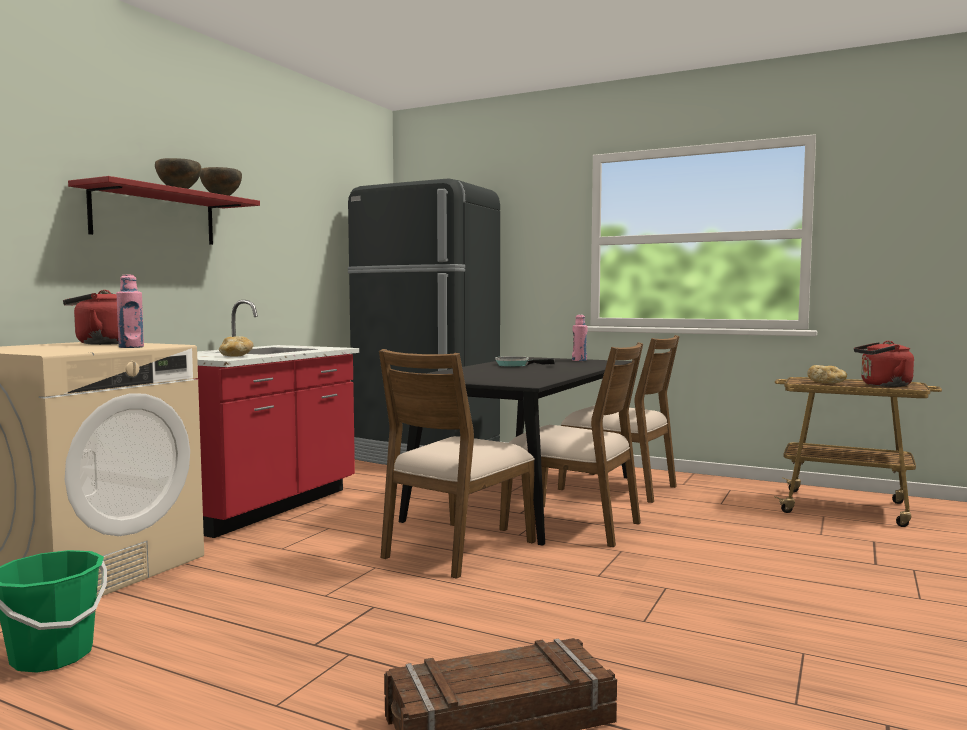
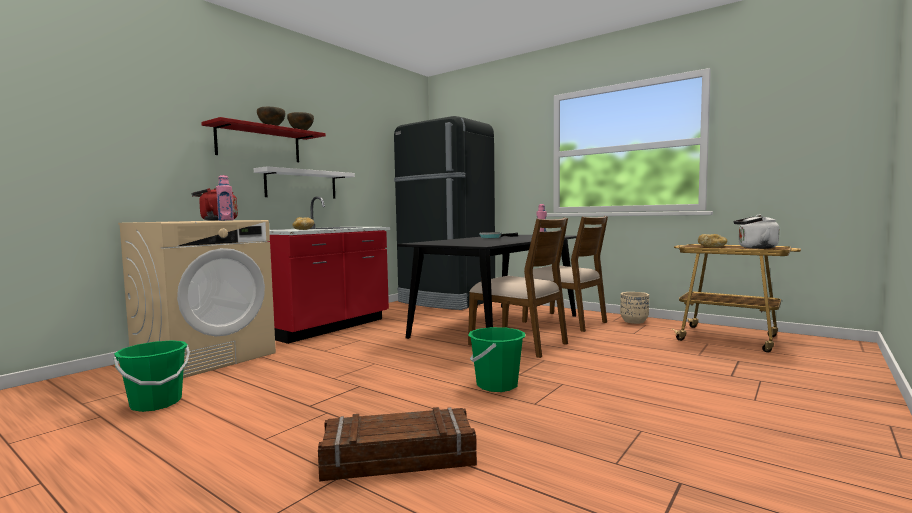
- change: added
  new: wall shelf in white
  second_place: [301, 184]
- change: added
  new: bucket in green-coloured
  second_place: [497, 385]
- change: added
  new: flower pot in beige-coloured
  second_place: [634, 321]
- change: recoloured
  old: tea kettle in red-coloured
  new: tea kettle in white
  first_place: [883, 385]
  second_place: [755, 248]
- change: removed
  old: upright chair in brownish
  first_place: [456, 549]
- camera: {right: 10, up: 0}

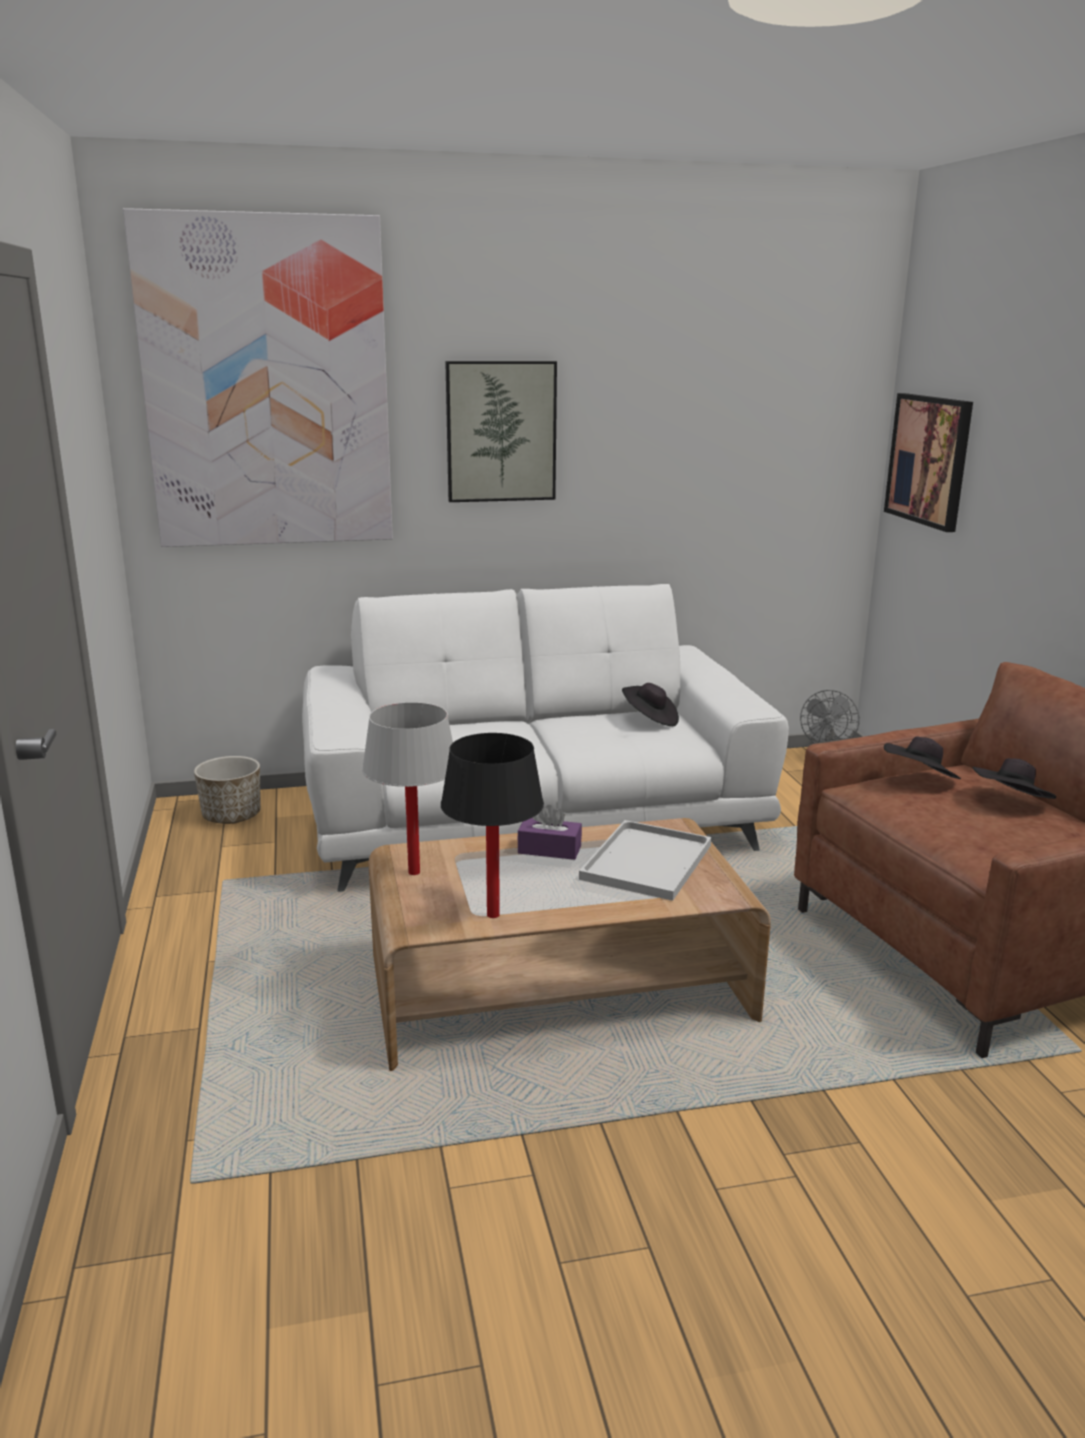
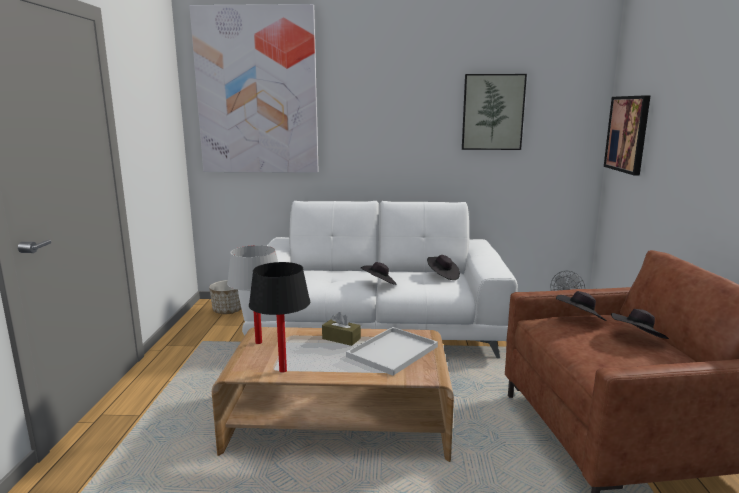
- change: recoloured
  old: tissue holder in purple
  new: tissue holder in brownish
  first_place: [549, 849]
  second_place: [341, 338]
- change: added
  new: hat in blackish
  second_place: [379, 284]
- change: moved
  old: wall picture
  first_place: [501, 431]
  second_place: [492, 112]
- camera: {right: 15, up: -5}

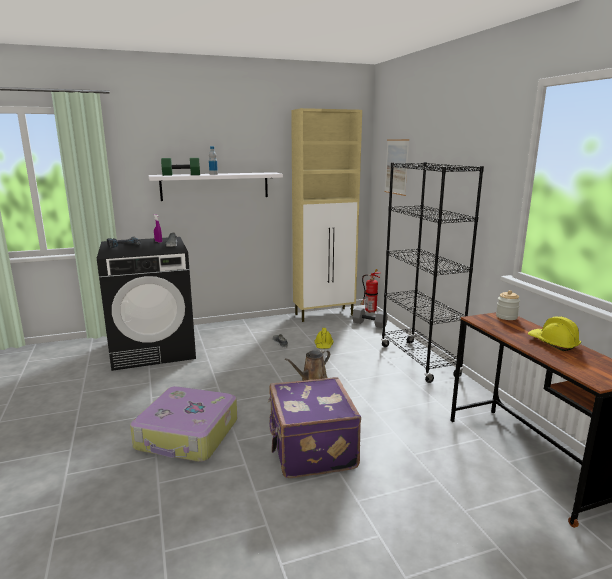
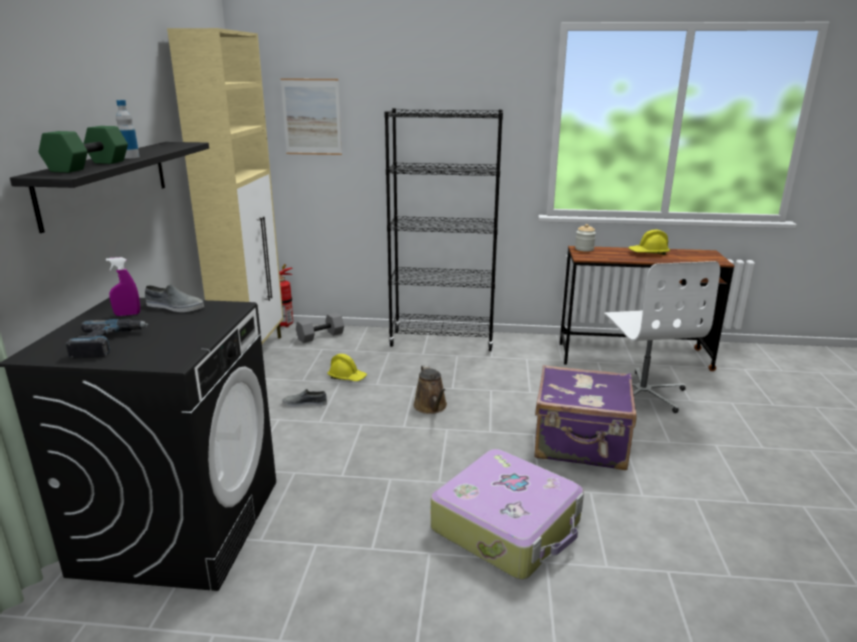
- change: recoloured
  old: wall shelf in white
  new: wall shelf in blackish
  first_place: [215, 186]
  second_place: [106, 181]
- change: added
  new: computer chair in white
  second_place: [642, 392]
- camera: {right: -65, up: 5}

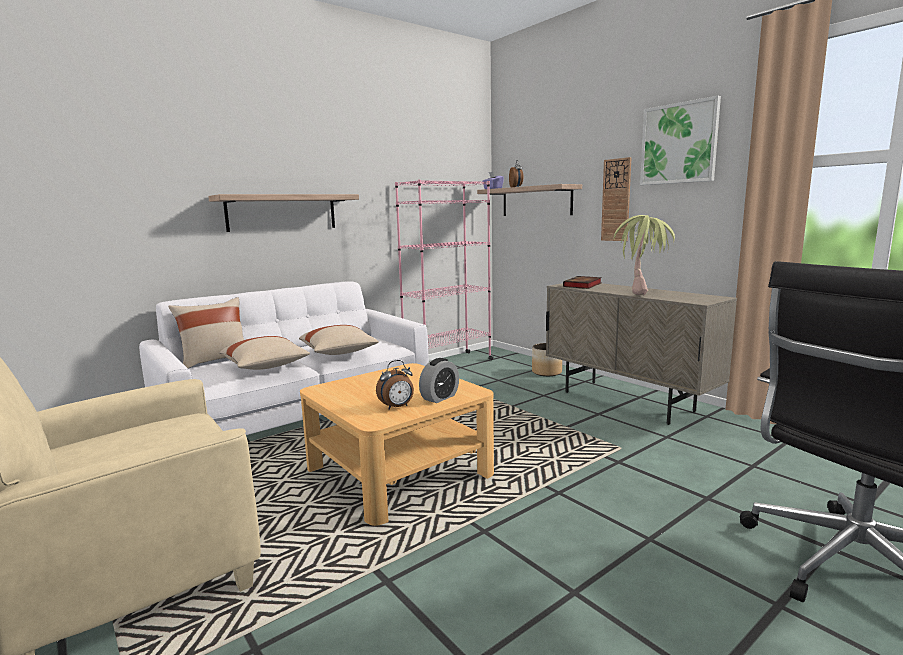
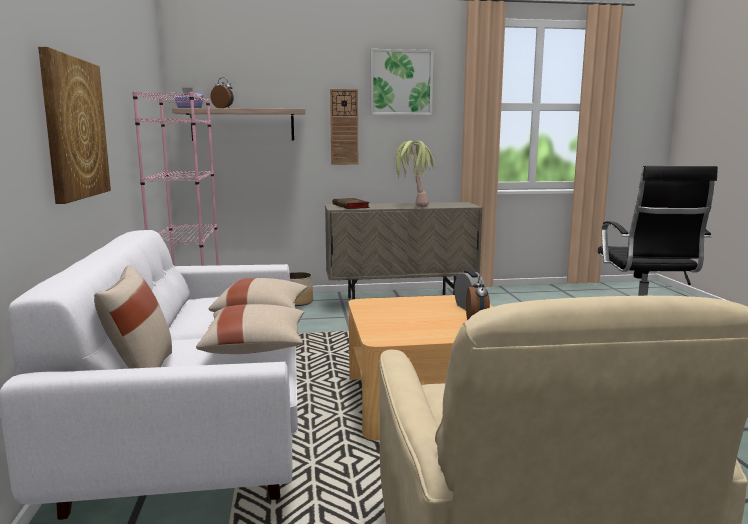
- change: replaced
  old: wall shelf
  new: wall picture
  first_place: [282, 212]
  second_place: [74, 128]
- camera: {right: -60, up: 0}

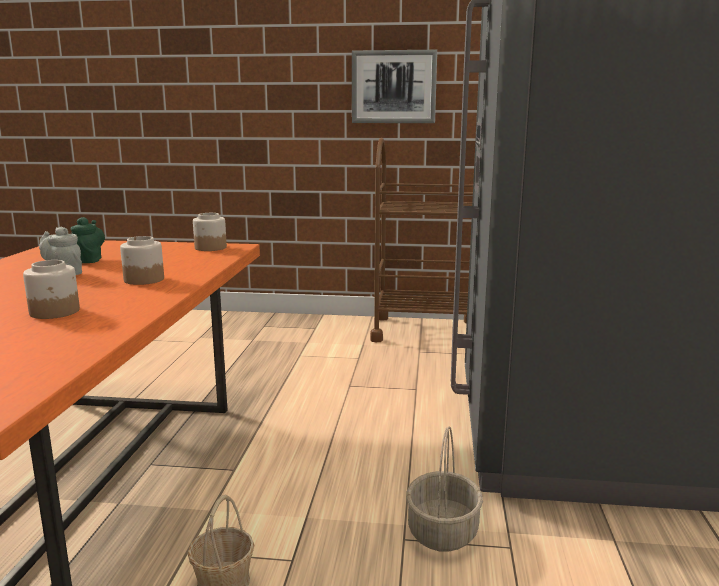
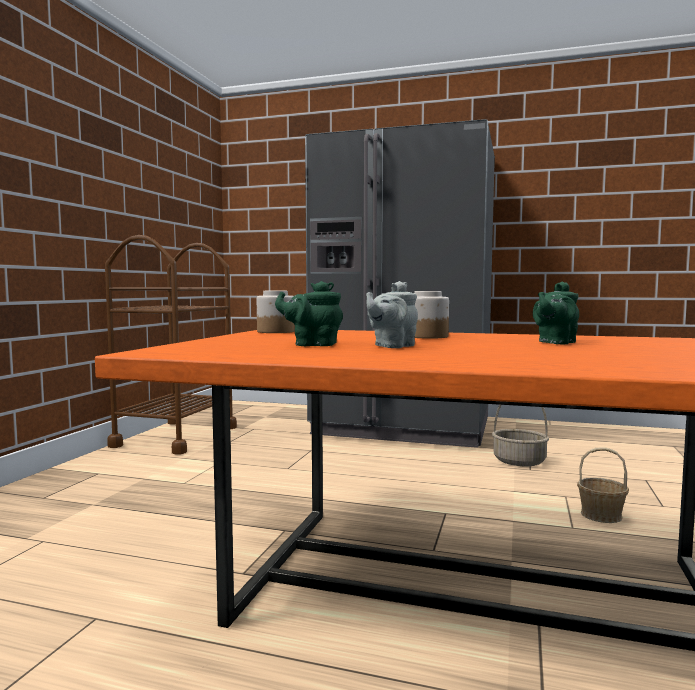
- change: replaced
  old: jar
  new: tea pot in green-coloured
  first_place: [55, 312]
  second_place: [555, 342]
- change: removed
  old: wall picture
  first_place: [393, 87]
- camera: {right: -80, up: -10}

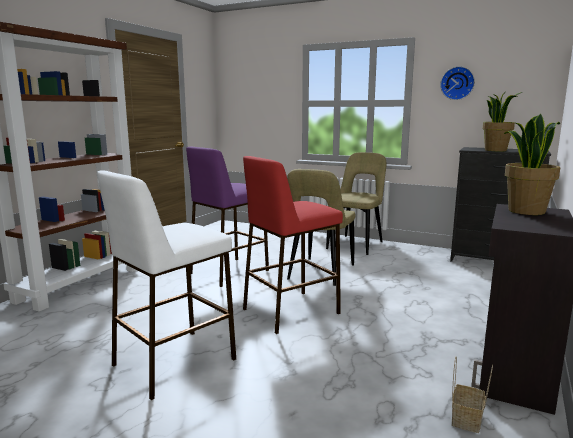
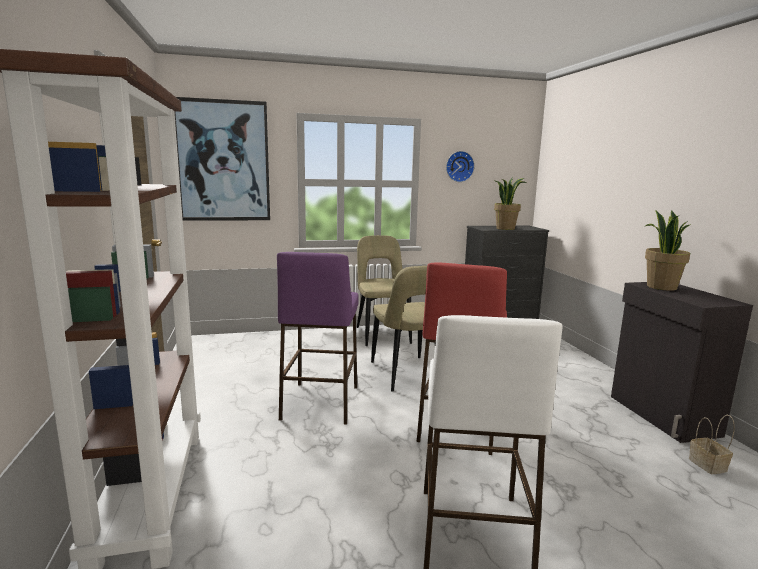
- change: added
  new: wall picture
  second_place: [223, 161]
- camera: {right: -40, up: 0}

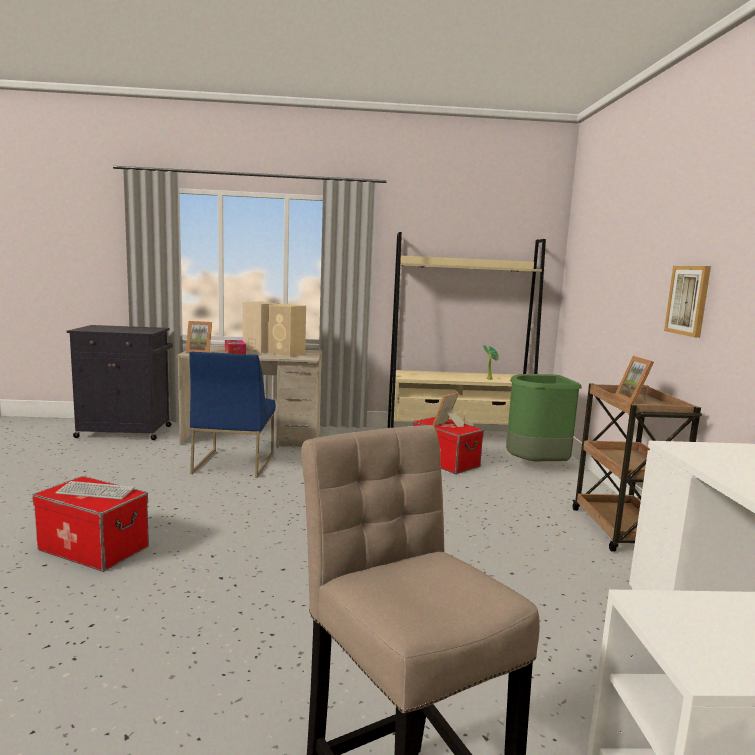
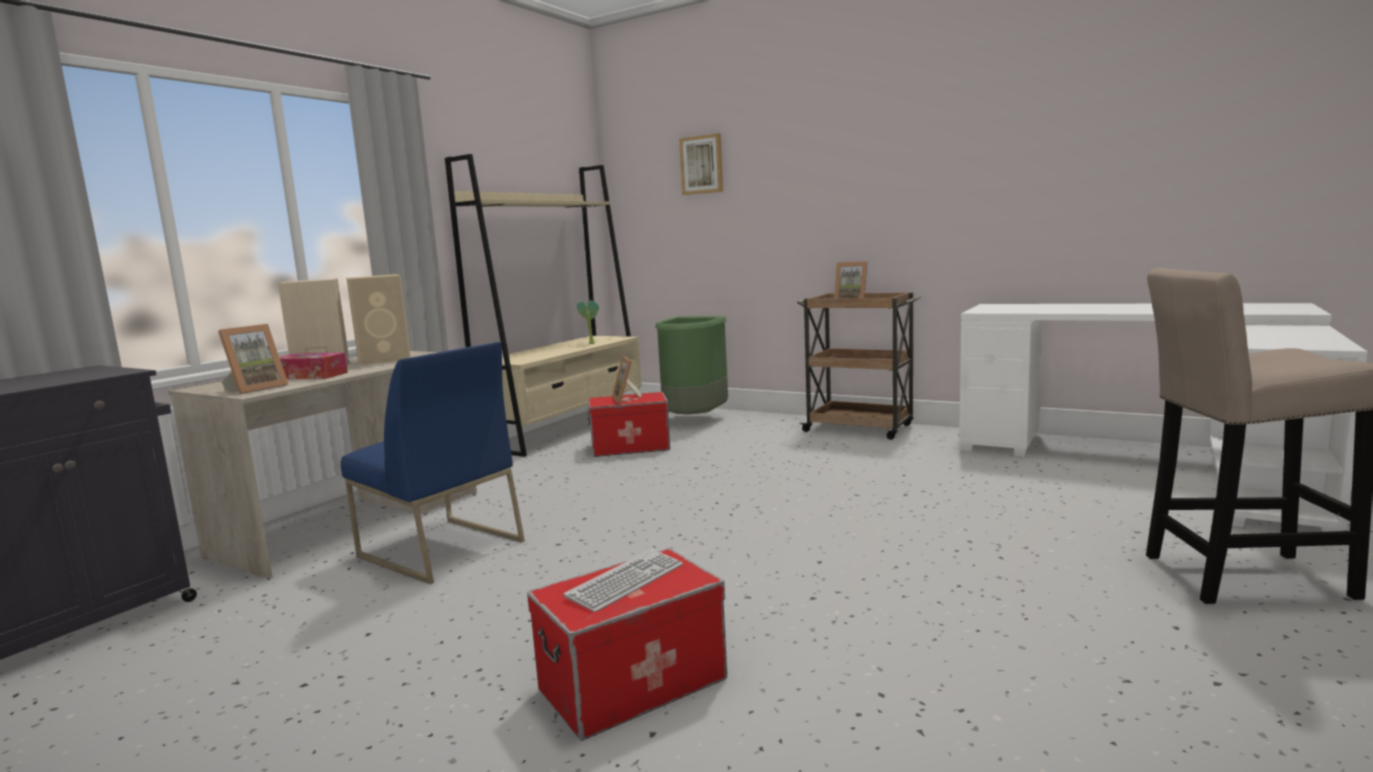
- change: moved
  old: wall picture
  first_place: [688, 300]
  second_place: [702, 165]
- camera: {right: -55, up: 0}

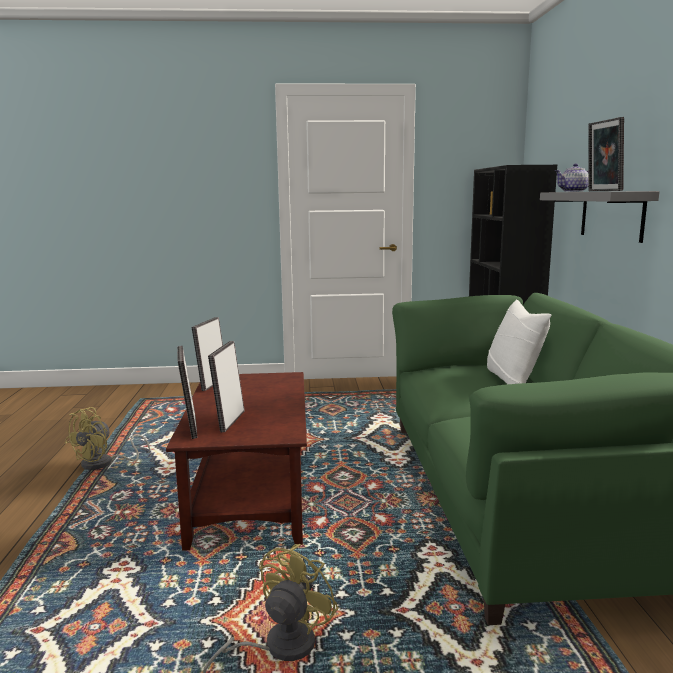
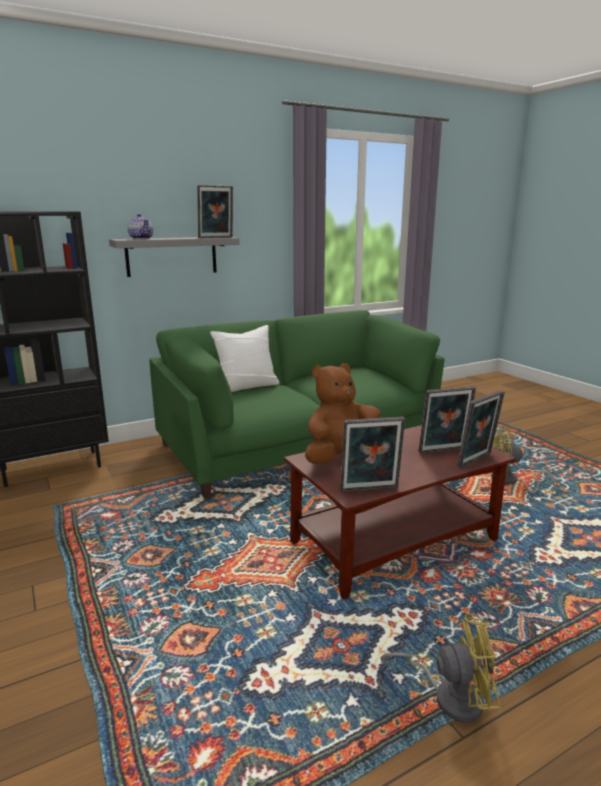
- change: added
  new: cuddly toy in brownish
  second_place: [341, 458]
- camera: {right: -115, up: 5}

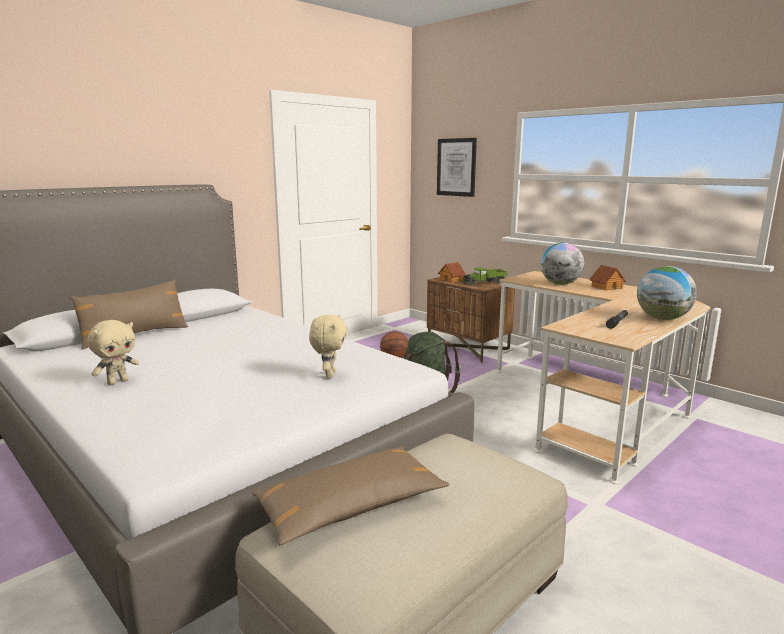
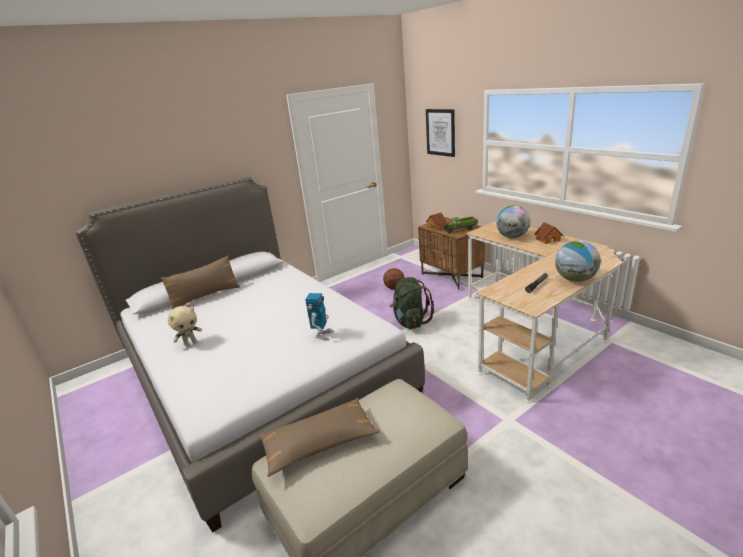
- change: replaced
  old: cuddly toy in beige-coloured
  new: toy robot
  first_place: [329, 375]
  second_place: [322, 335]
- camera: {right: 10, up: 10}

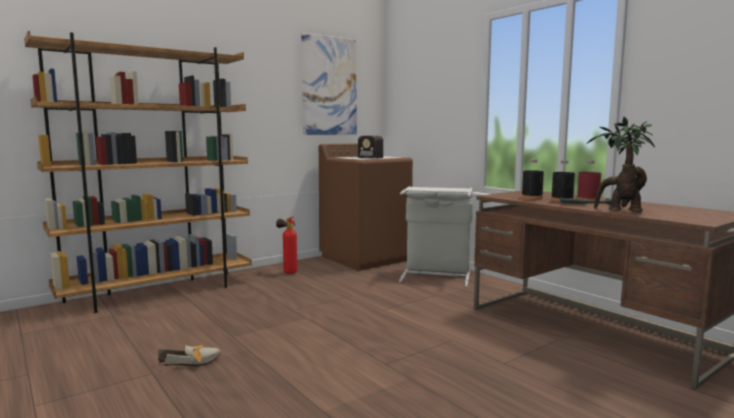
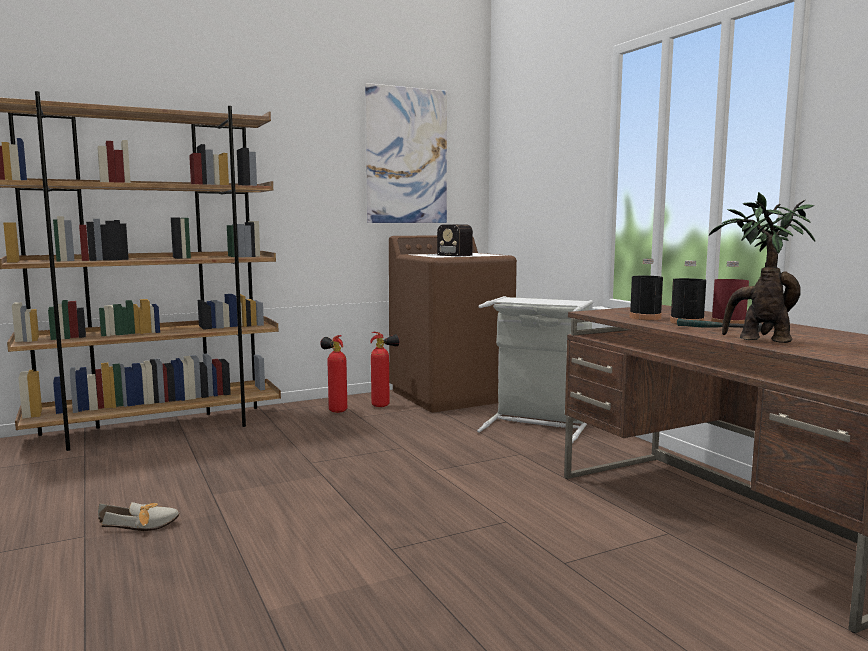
- change: added
  new: fire-fighting cylinder
  second_place: [384, 405]
- camera: {right: 10, up: 0}

